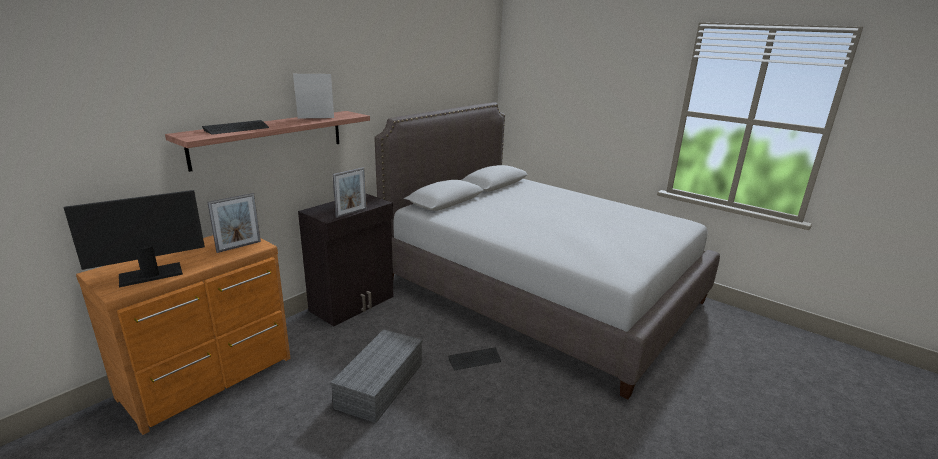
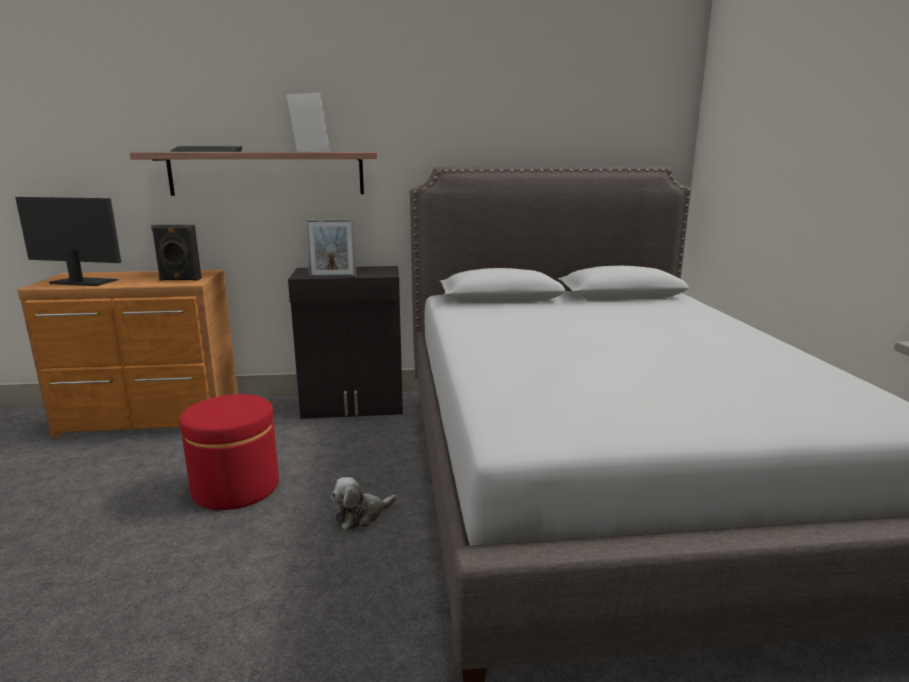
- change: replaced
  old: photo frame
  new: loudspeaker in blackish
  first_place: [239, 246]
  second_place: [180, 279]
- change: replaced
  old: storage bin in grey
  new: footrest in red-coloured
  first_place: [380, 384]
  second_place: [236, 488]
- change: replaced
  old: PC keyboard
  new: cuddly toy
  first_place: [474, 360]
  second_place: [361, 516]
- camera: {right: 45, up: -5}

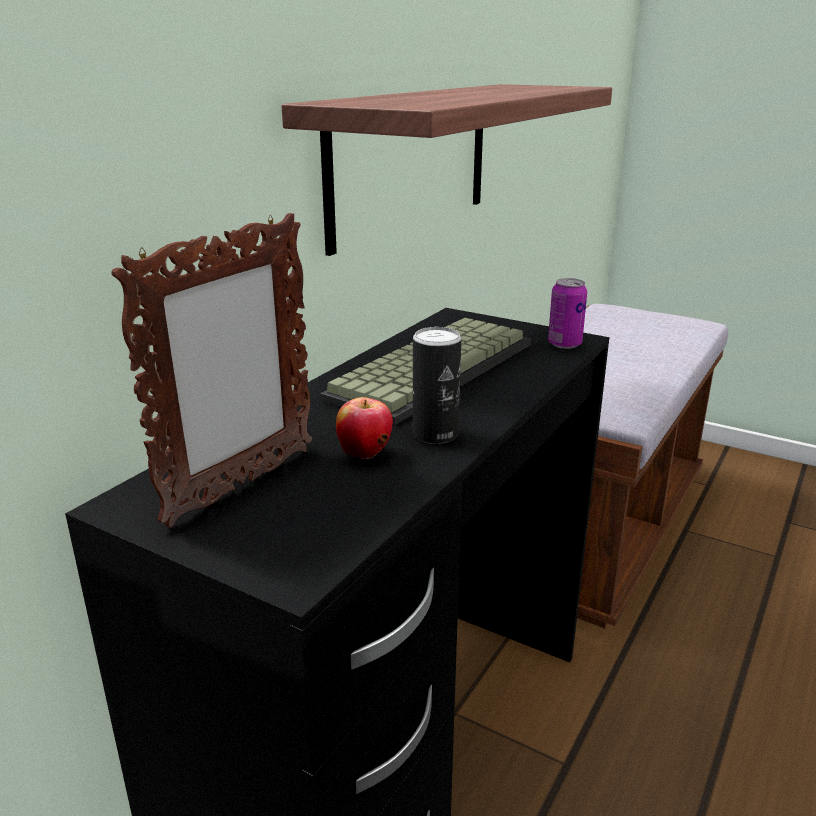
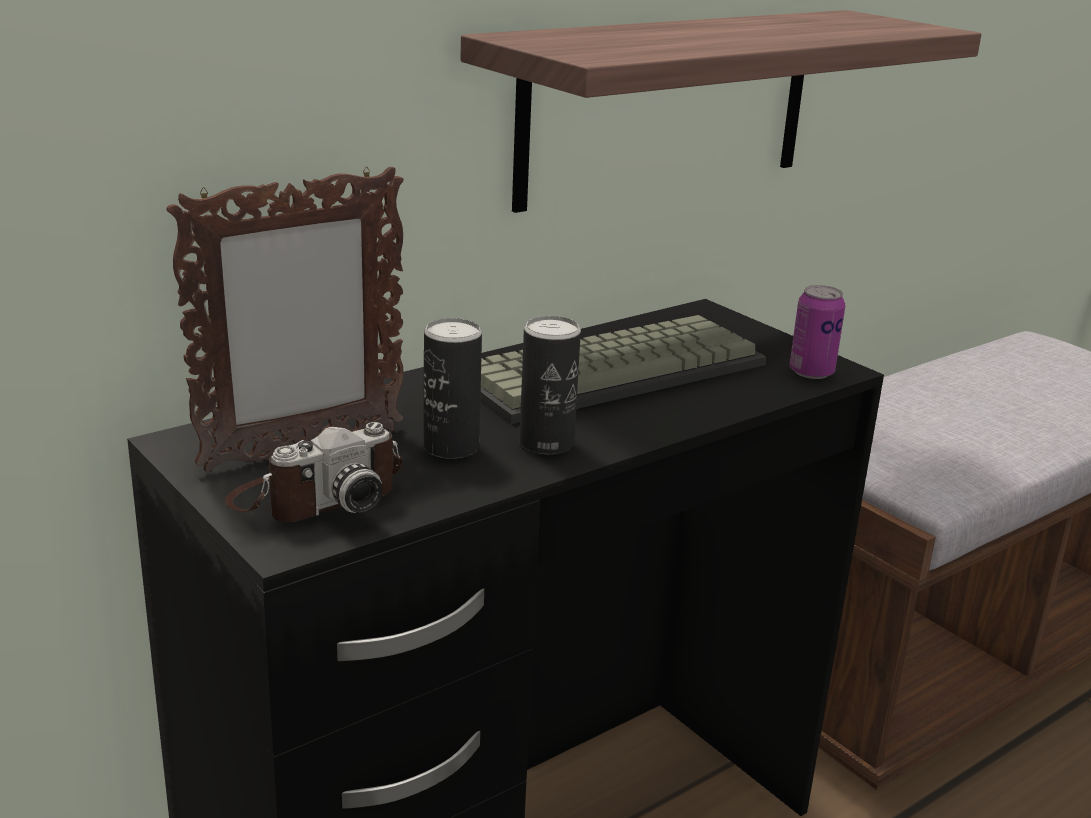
- change: added
  new: photo camera
  second_place: [316, 497]
- change: replaced
  old: apple fruit
  new: metal can
  first_place: [365, 454]
  second_place: [451, 447]
- camera: {right: 20, up: 0}

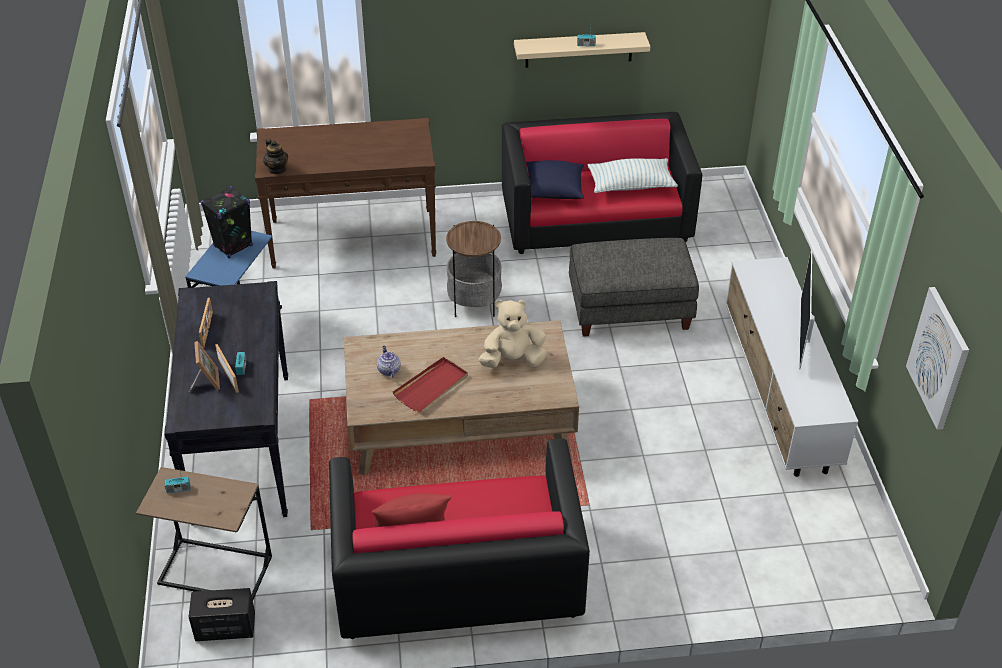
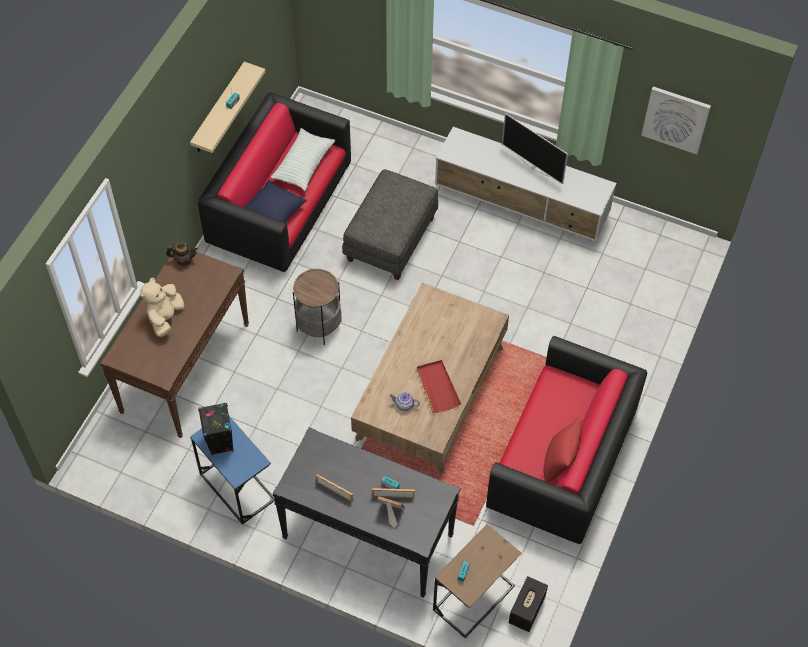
- change: moved
  old: cuddly toy in beige-coloured
  first_place: [512, 360]
  second_place: [165, 317]
- change: moved
  old: tea pot
  first_place: [277, 169]
  second_place: [184, 260]
- camera: {right: -60, up: 15}

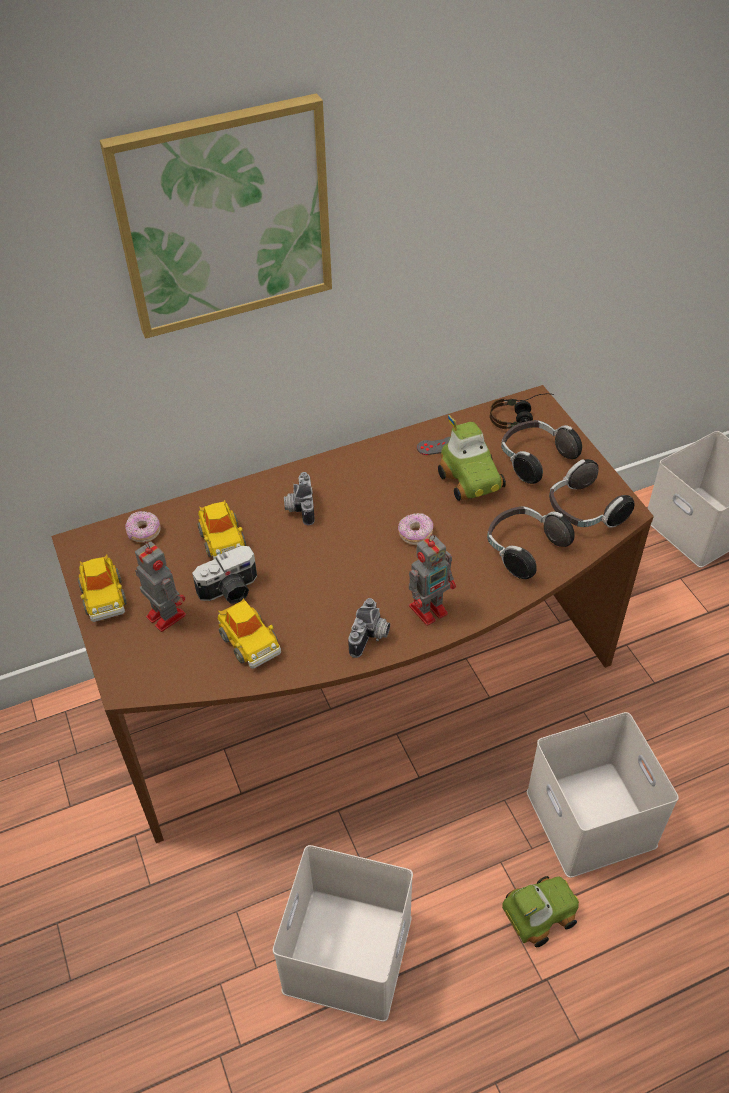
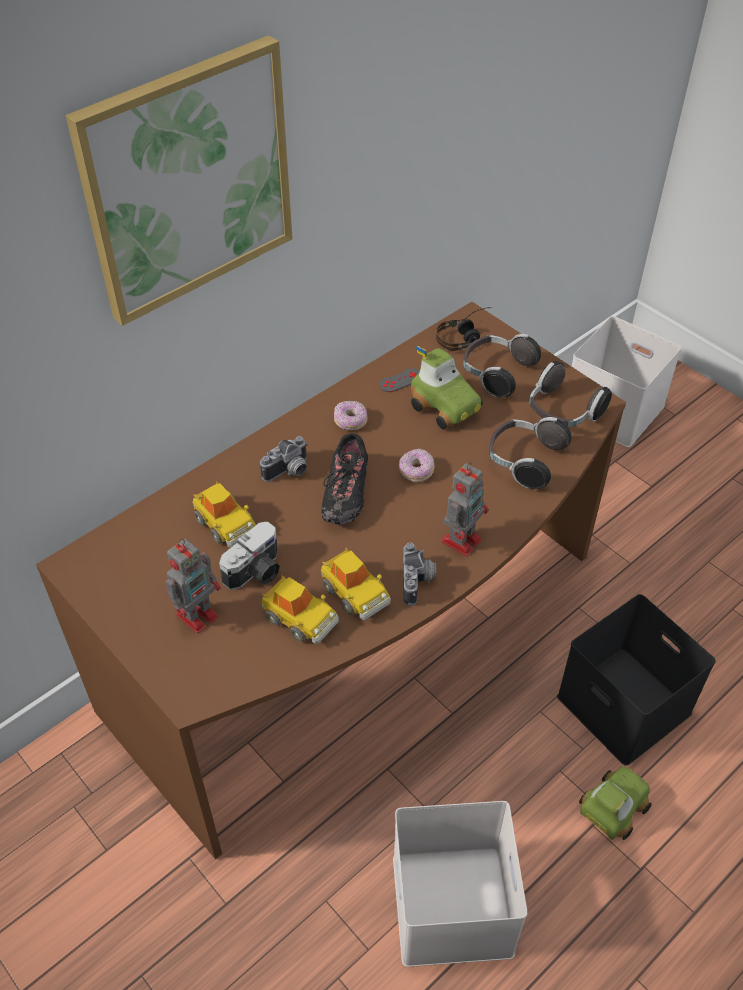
- change: turned
  old: toy robot
  first_place: [165, 614]
  second_place: [198, 614]
  degrees: 105
- change: turned
  old: photo camera
  first_place: [299, 507]
  second_place: [289, 472]
  degrees: -105
- change: added
  new: item of footwear in blackish
  second_place: [346, 492]
- change: moved
  old: model car
  first_place: [104, 596]
  second_place: [354, 592]
- change: moved
  old: doughnut
  first_place: [144, 532]
  second_place: [350, 421]
- change: recoloured
  old: storage bin in white
  new: storage bin in blackish
  first_place: [593, 819]
  second_place: [627, 705]
- camera: {right: -20, up: 0}

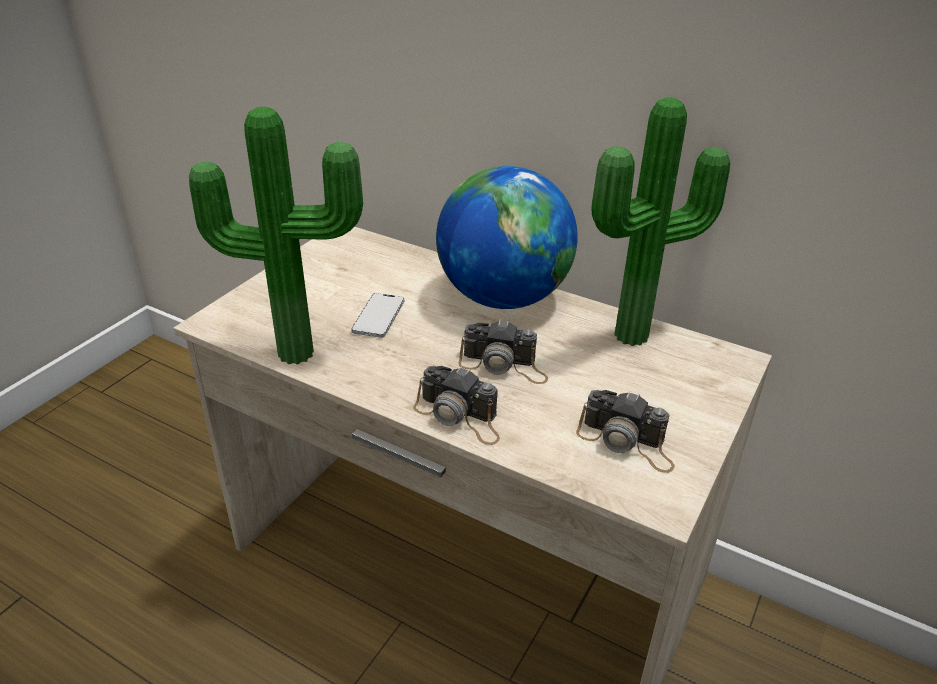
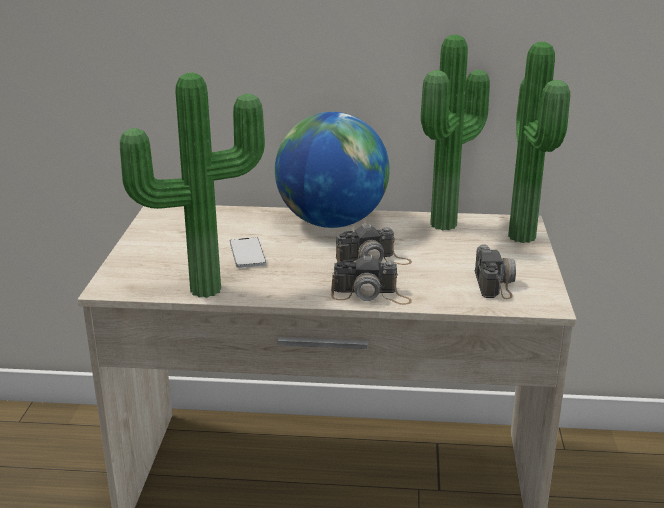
- change: turned
  old: photo camera
  first_place: [626, 442]
  second_place: [495, 280]
  degrees: -90
- change: added
  new: houseplant
  second_place: [527, 237]
- camera: {right: -25, up: -10}

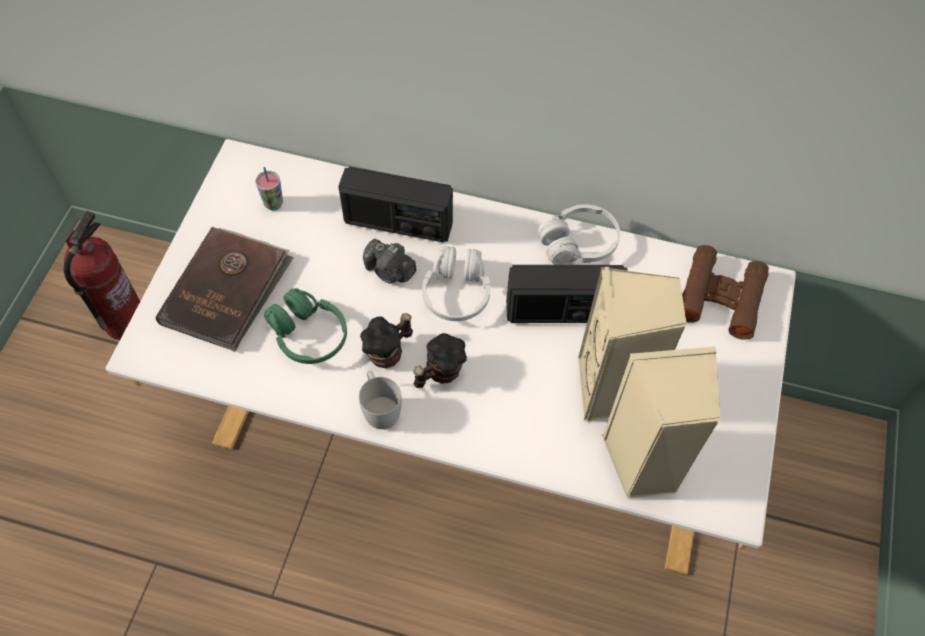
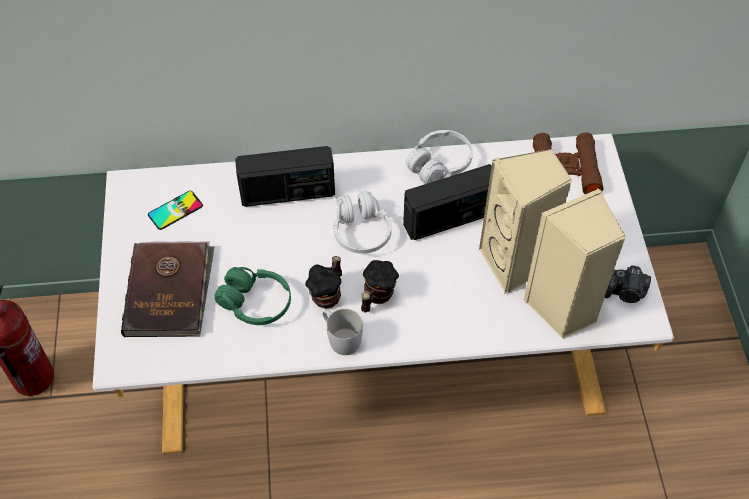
- change: replaced
  old: small cup
  new: phone
  first_place: [273, 204]
  second_place: [175, 210]
- change: moved
  old: photo camera
  first_place: [390, 271]
  second_place: [624, 292]
- camera: {right: -20, up: -5}

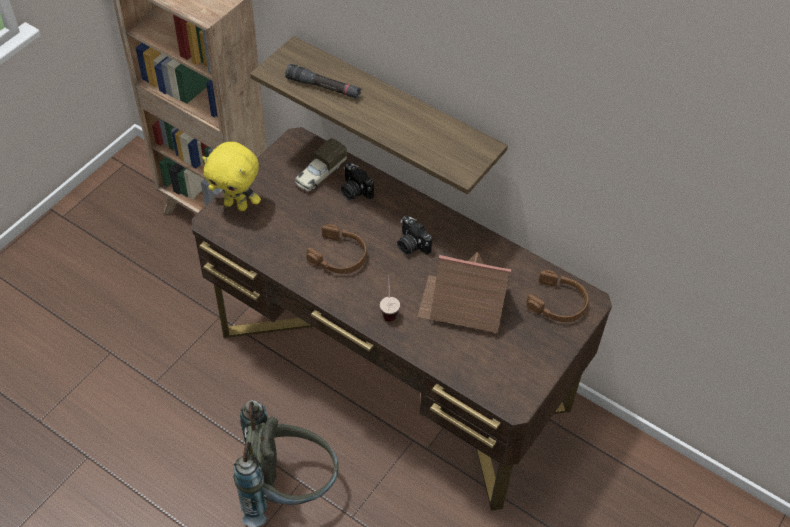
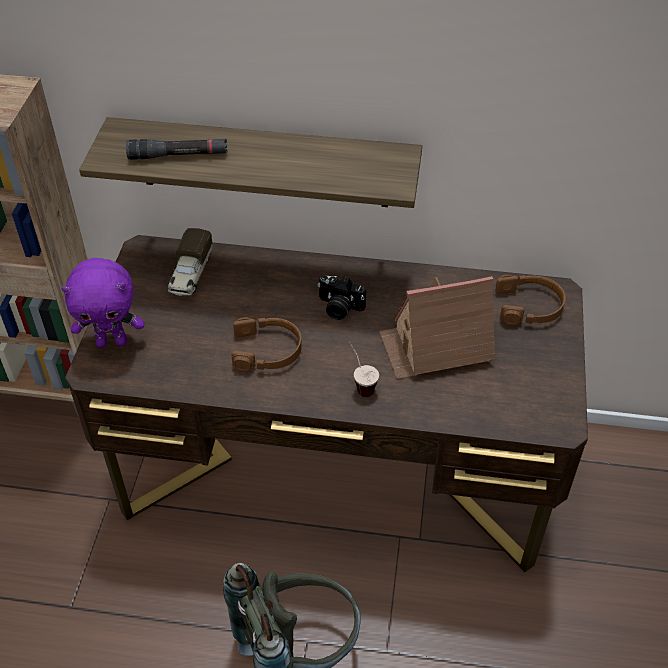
- change: recoloured
  old: cuddly toy in yellow-coloured
  new: cuddly toy in purple
  first_place: [237, 205]
  second_place: [112, 341]
- change: removed
  old: photo camera
  first_place: [354, 191]
- camera: {right: -25, up: -5}

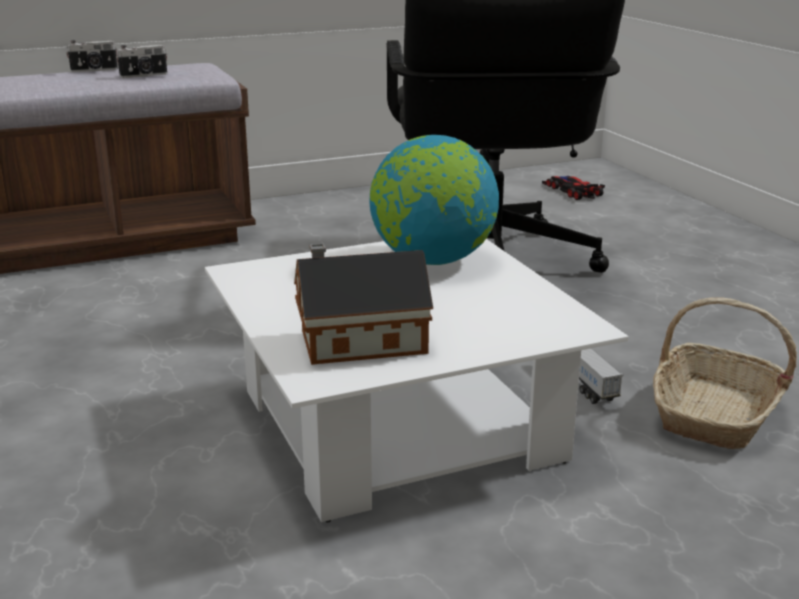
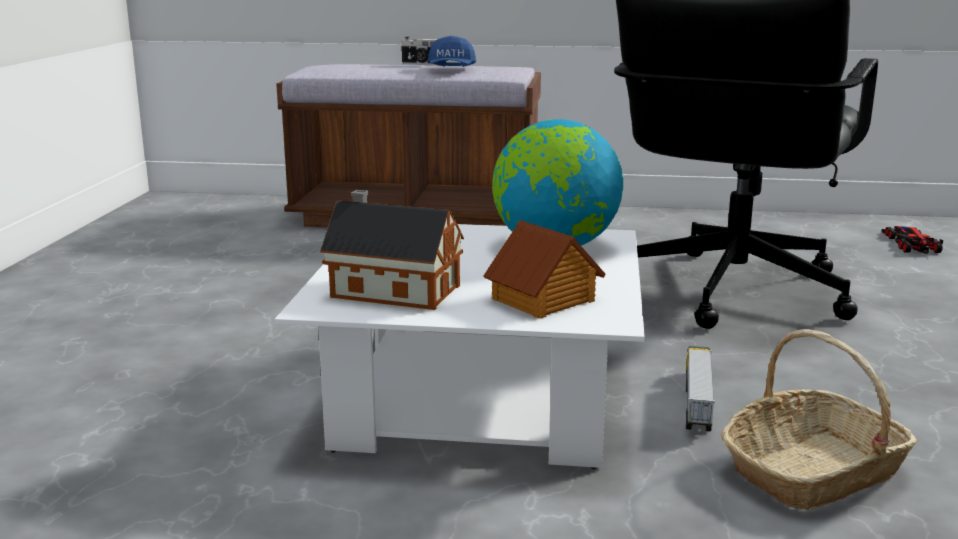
- change: replaced
  old: photo camera
  new: cap in blue
  first_place: [144, 75]
  second_place: [451, 70]
- change: added
  new: miniature house
  second_place: [544, 300]
- camera: {right: 30, up: -5}

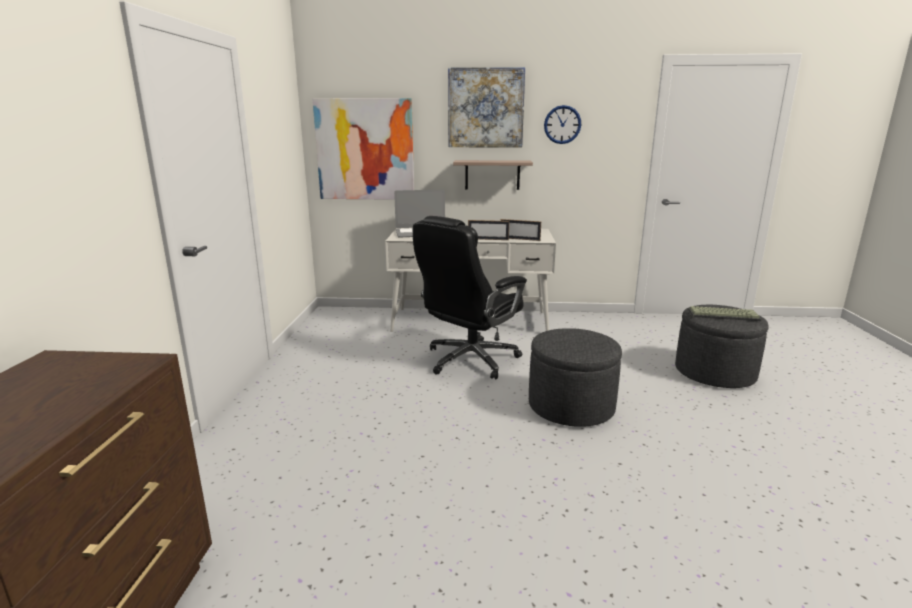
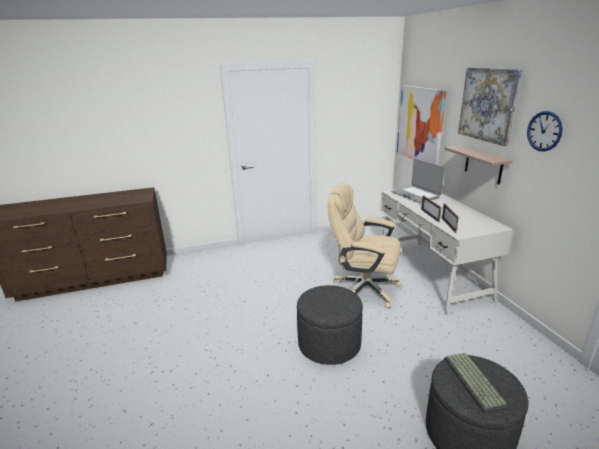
- change: recoloured
  old: computer chair in blackish
  new: computer chair in beige-coloured
  first_place: [470, 360]
  second_place: [364, 289]
- camera: {right: 70, up: 5}

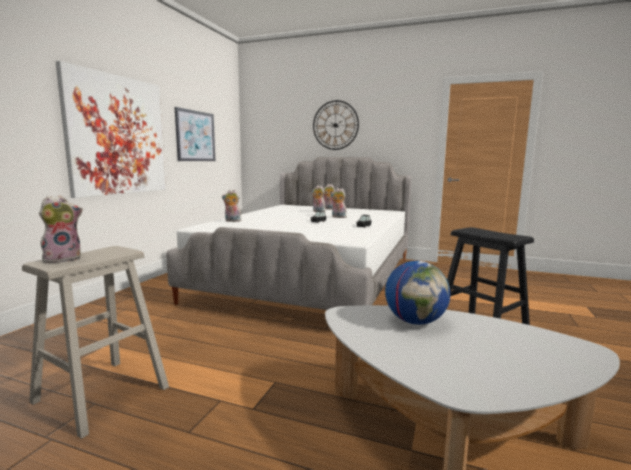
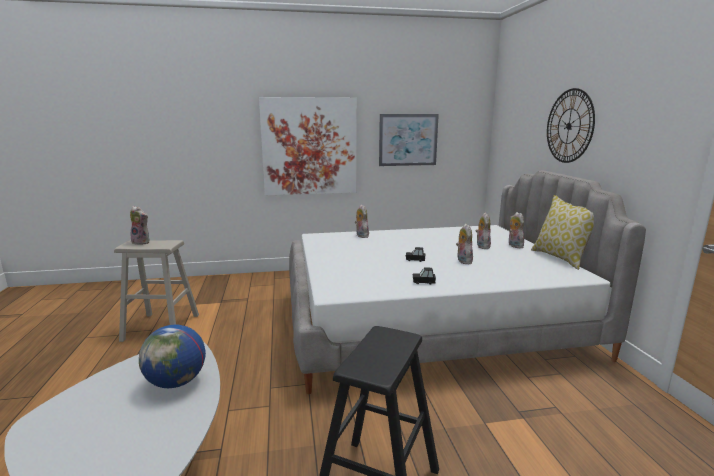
- change: added
  new: throw pillow
  second_place: [561, 258]
- camera: {right: 60, up: 5}

